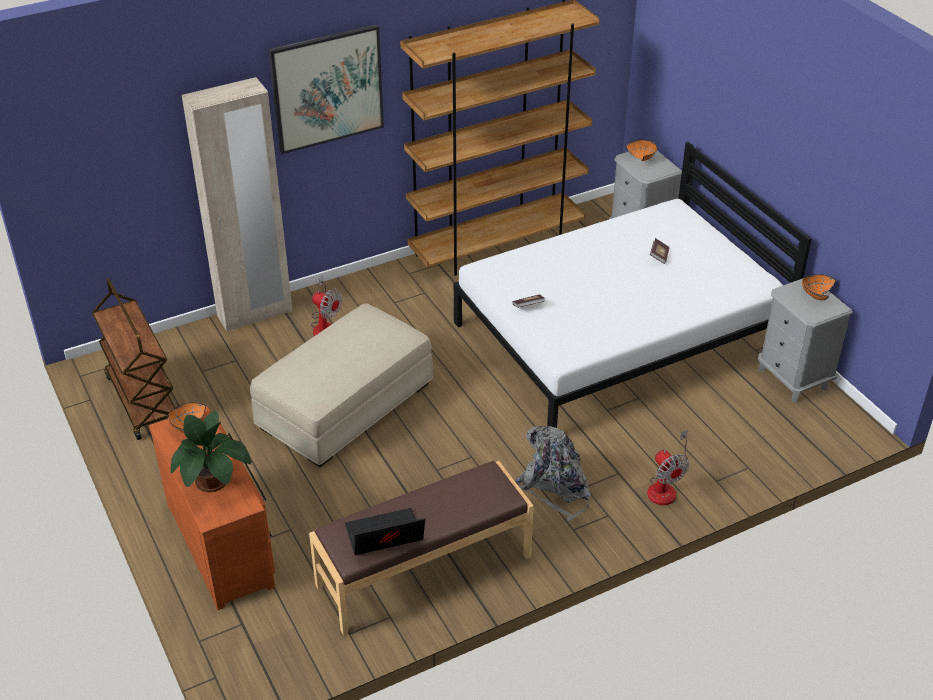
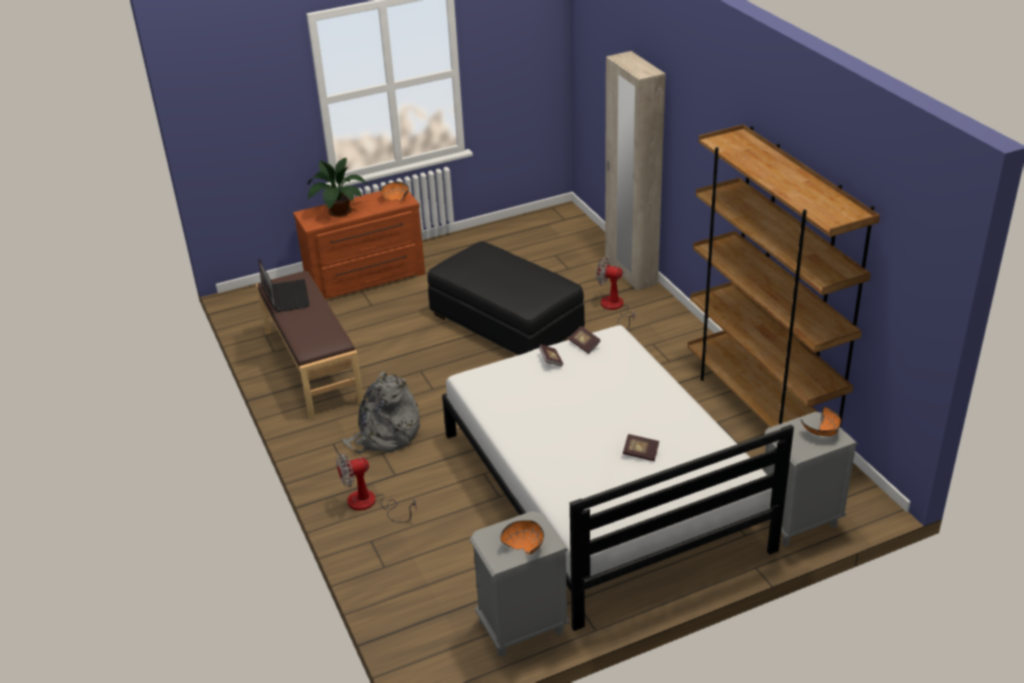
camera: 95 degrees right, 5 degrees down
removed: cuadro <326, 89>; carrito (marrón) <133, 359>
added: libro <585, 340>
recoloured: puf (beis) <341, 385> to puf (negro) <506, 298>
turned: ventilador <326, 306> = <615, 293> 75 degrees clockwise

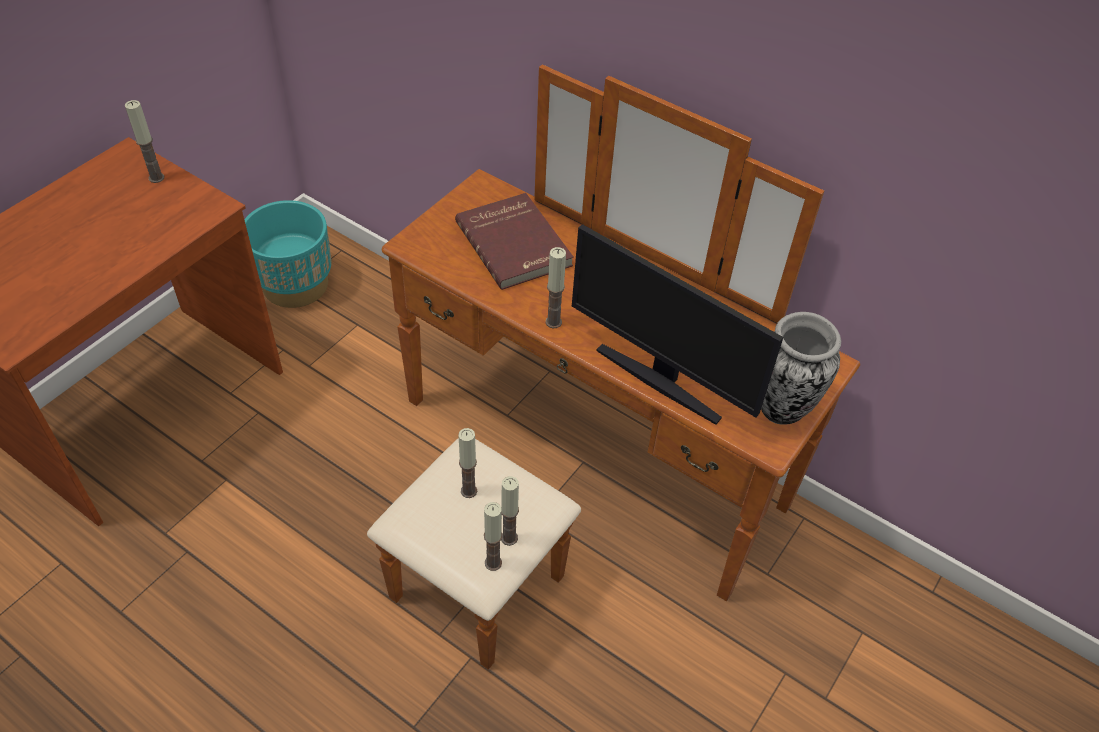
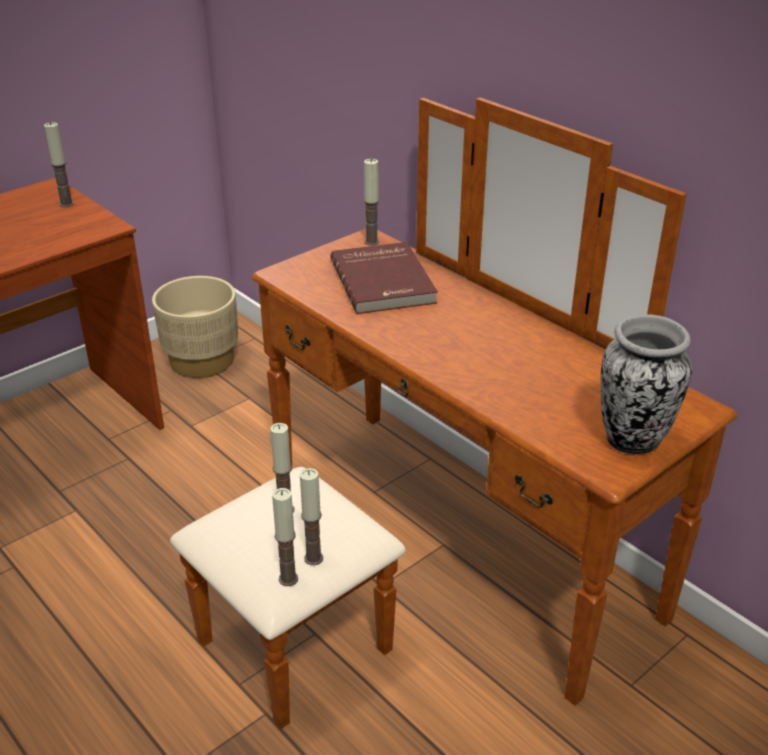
camera: 15 degrees right, 15 degrees down
removed: monitor <677, 324>
moved: vela <555, 288> to <371, 202>
recoloured: maceta (turquesa) <287, 254> to maceta (beis) <195, 327>

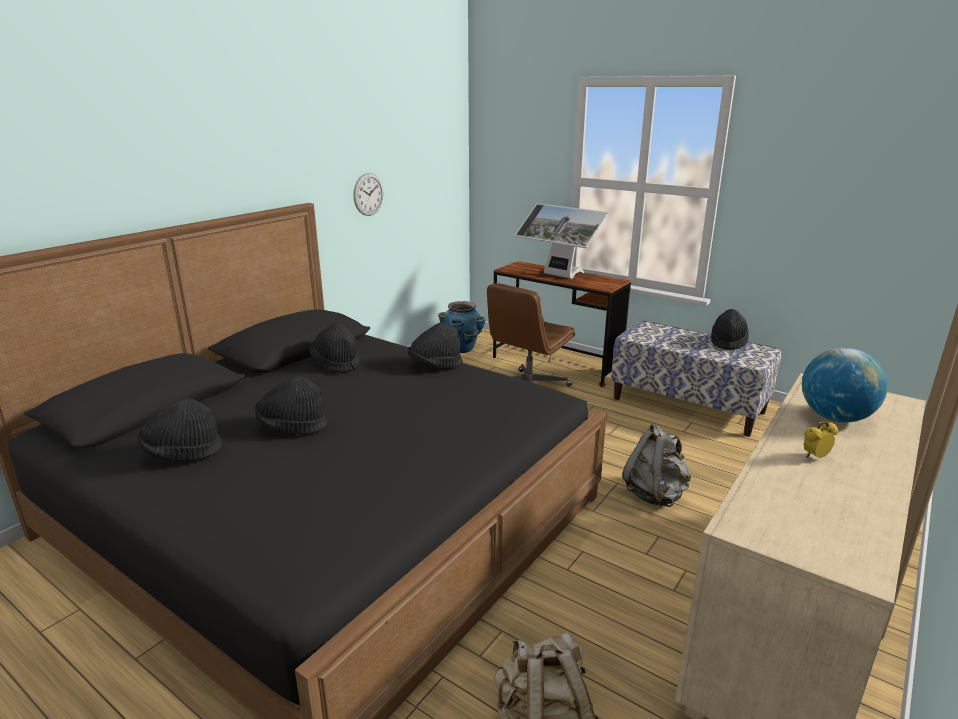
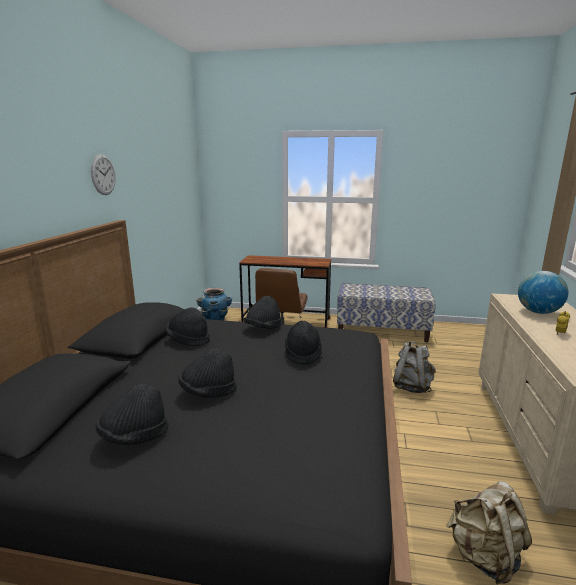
camera: 25 degrees left, 5 degrees down
removed: monitor <561, 241>
moved: reloj de pared <368, 194> to <103, 174>; sombrero (negro) <730, 330> to <303, 343>

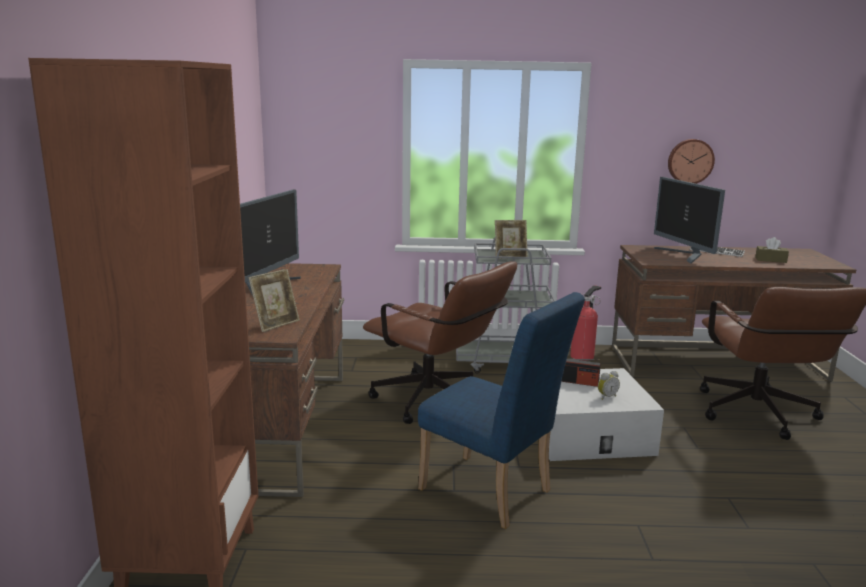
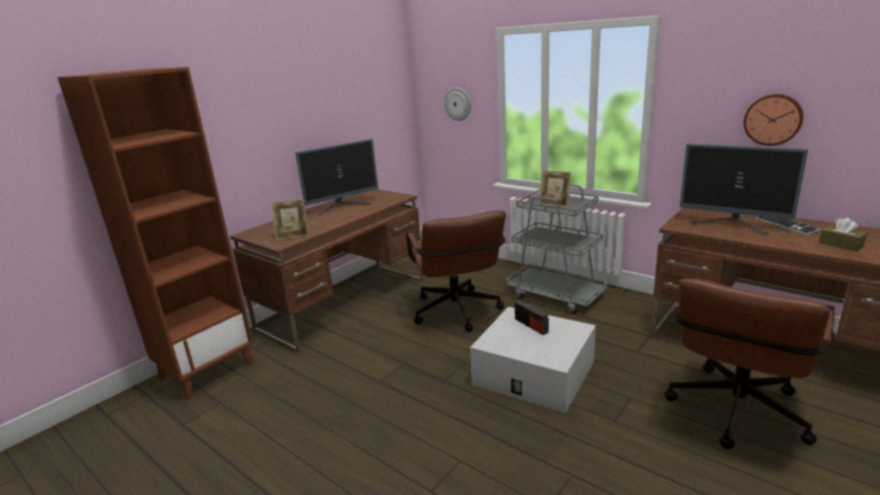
camera: 40 degrees right, 5 degrees up
removed: extintor <585, 323>; silla (azul) <501, 410>; despertador <609, 385>
added: reloj de pared <457, 104>
turned: monitor <689, 220> = <744, 189> 75 degrees counterclockwise

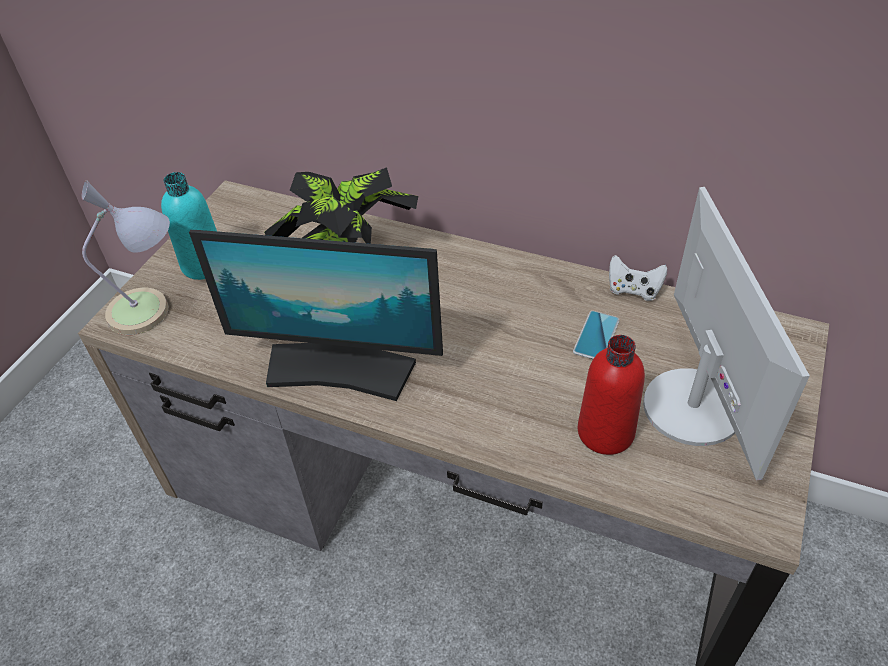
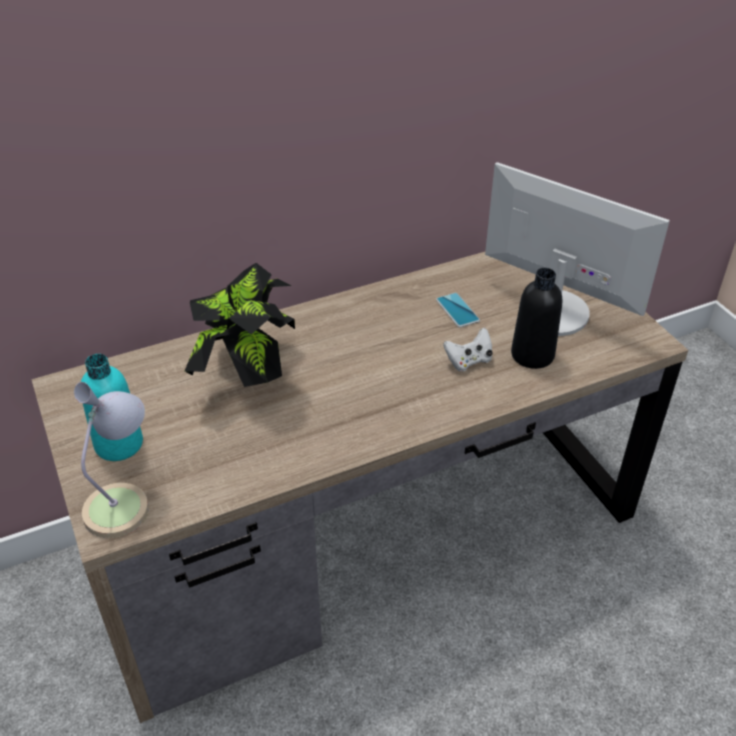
camera: 50 degrees left, 5 degrees down
removed: monitor <316, 315>
moved: mando de consola (blanco) <638, 278> to <468, 350>
recoloured: botella (rojo) <611, 395> to botella (negro) <536, 318>

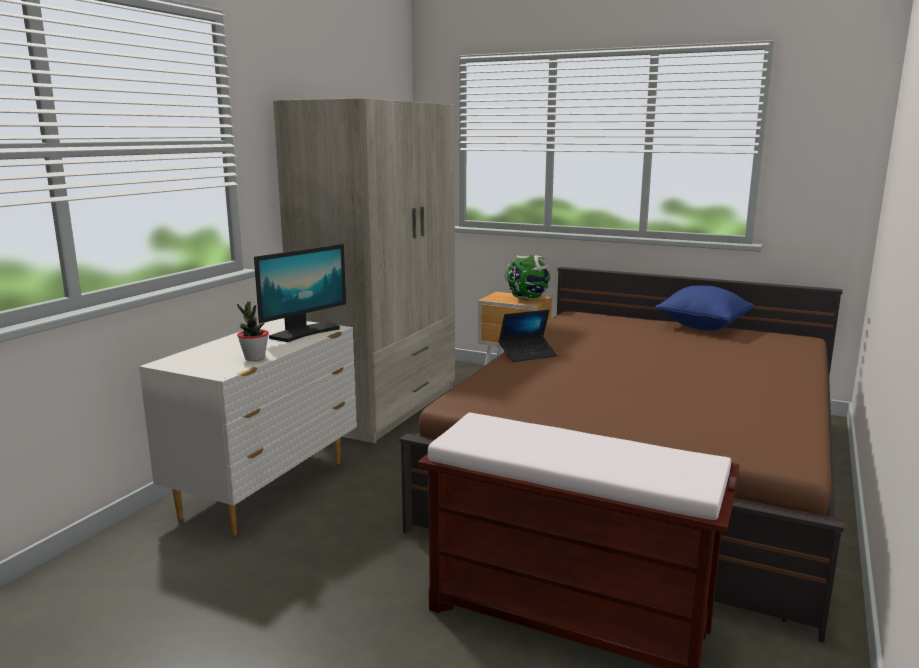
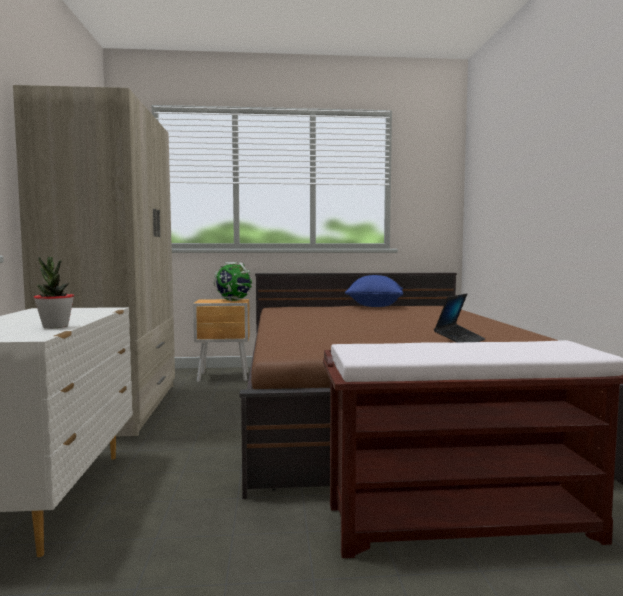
camera: 30 degrees left, 10 degrees down
removed: monitor <300, 293>
moved: portátil <528, 336> to <460, 318>

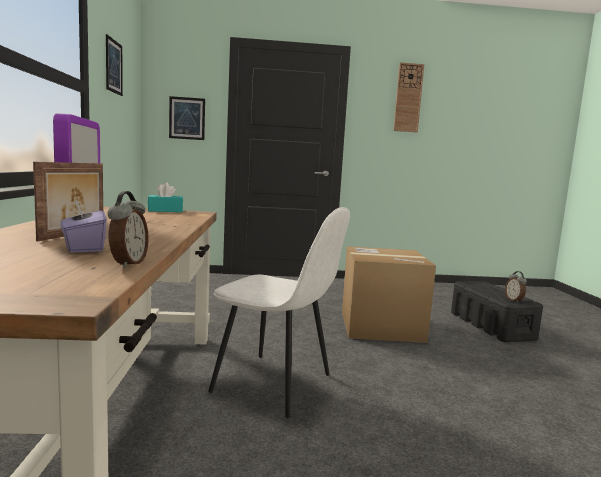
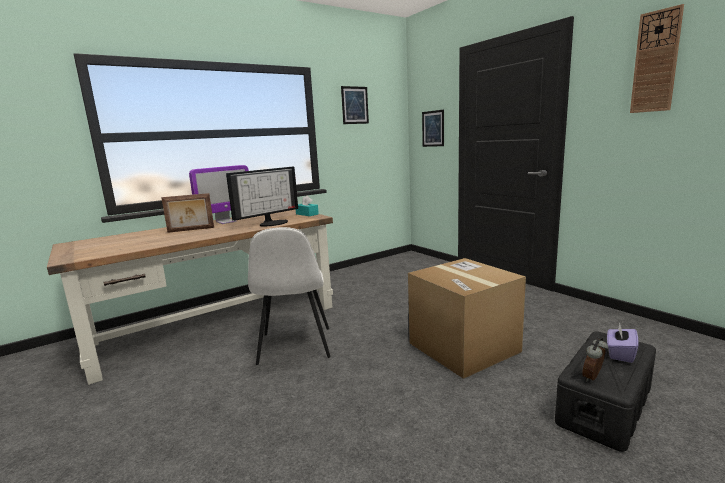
camera: 60 degrees right, 5 degrees up
removed: despertador <128, 229>
added: monitor <262, 196>
moved: caja de pañuelos (morado) <83, 225> to <623, 342>

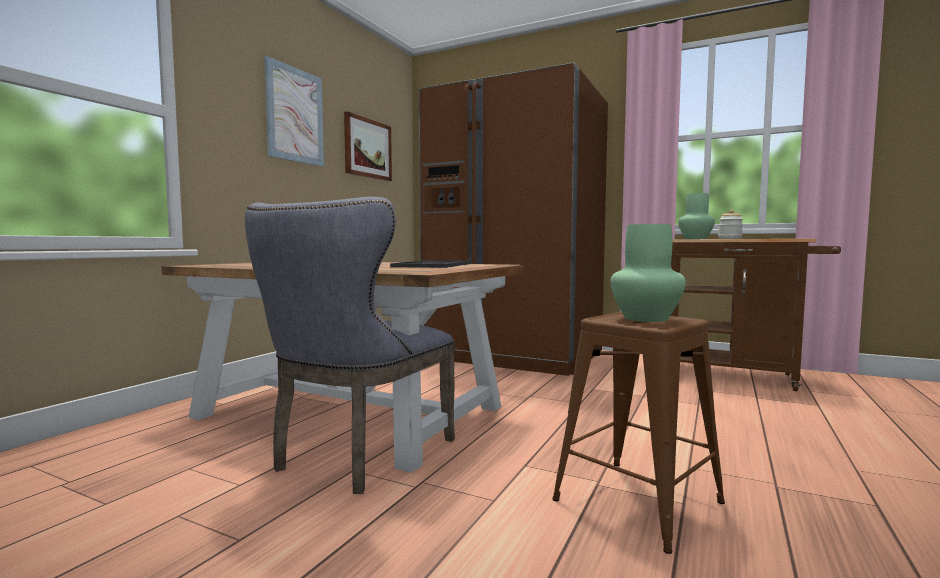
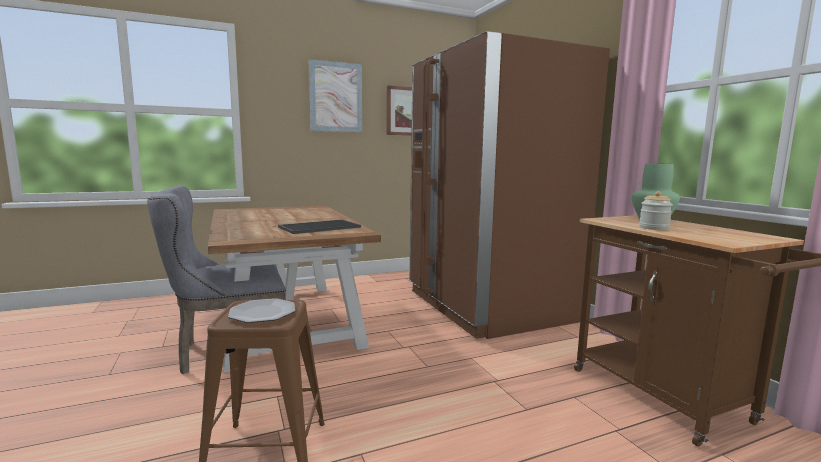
camera: 40 degrees right, 5 degrees up
replaced: florero (verde) <648, 273> to plato <261, 310>

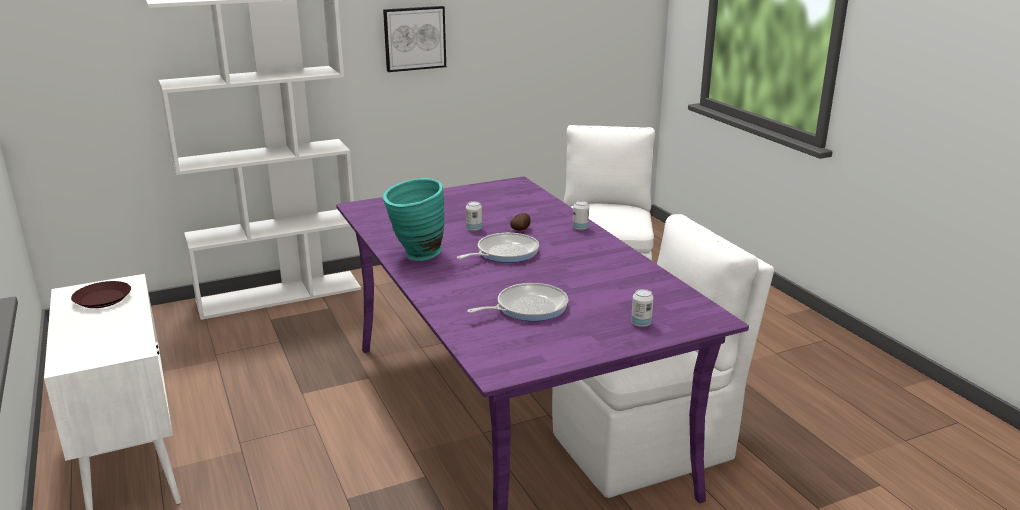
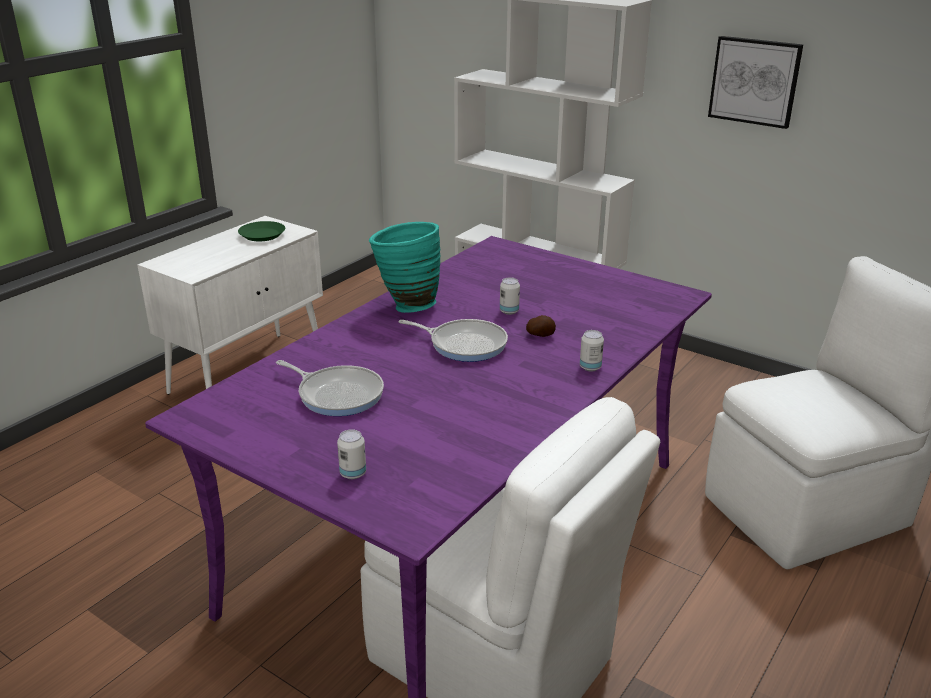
camera: 60 degrees right, 5 degrees up
recoloured: plato (marrón) <101, 294> to plato (verde) <261, 231>

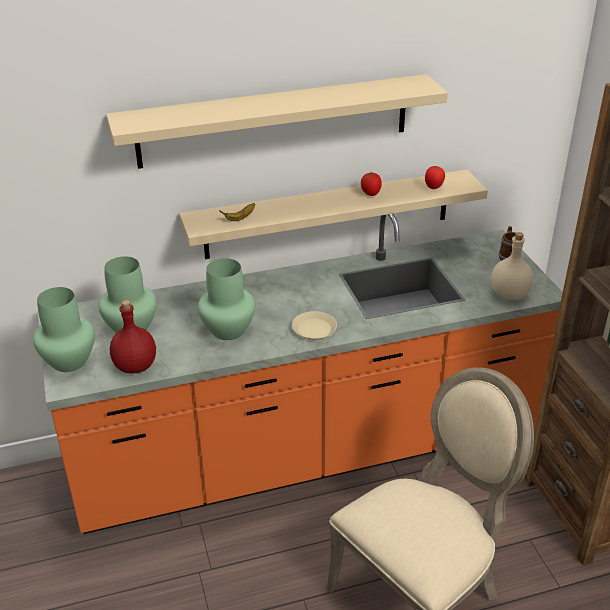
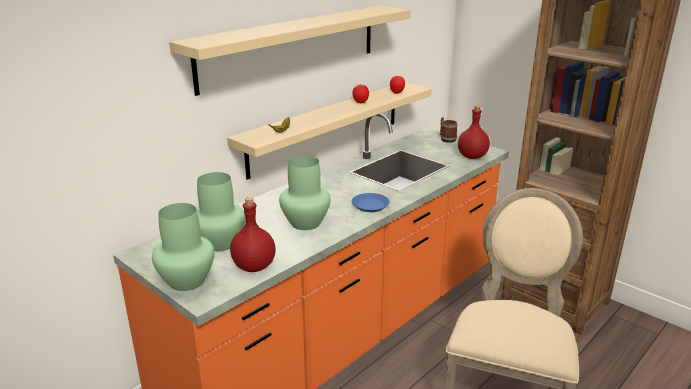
camera: 30 degrees left, 10 degrees down
recoloured: botella (beis) <512, 266> to botella (rojo) <474, 132>; plato (beis) <314, 325> to plato (azul) <371, 202>

